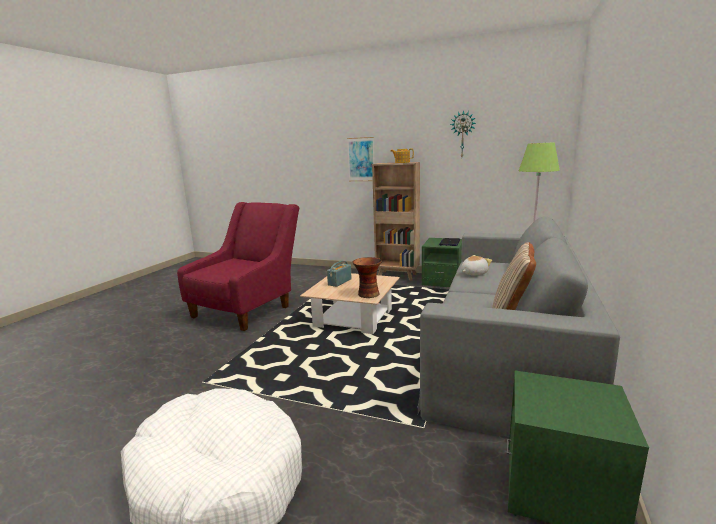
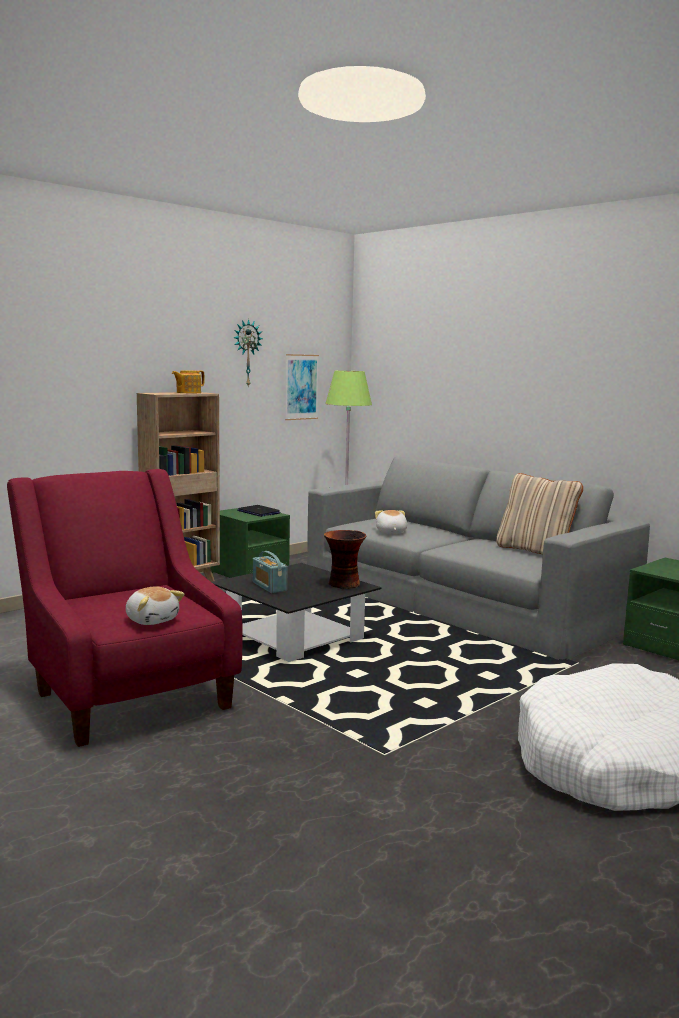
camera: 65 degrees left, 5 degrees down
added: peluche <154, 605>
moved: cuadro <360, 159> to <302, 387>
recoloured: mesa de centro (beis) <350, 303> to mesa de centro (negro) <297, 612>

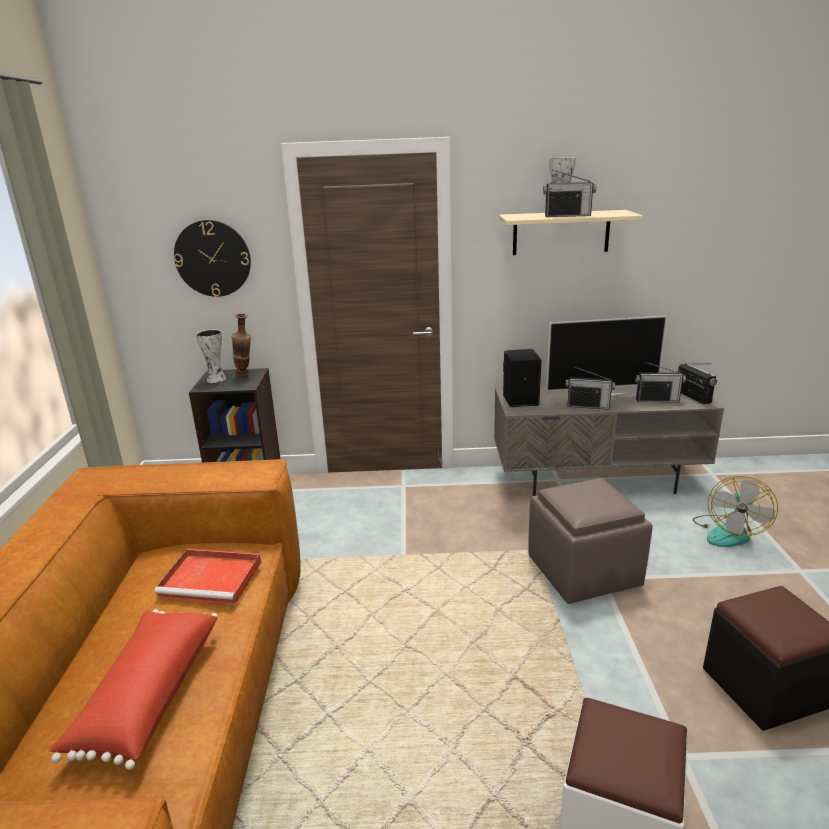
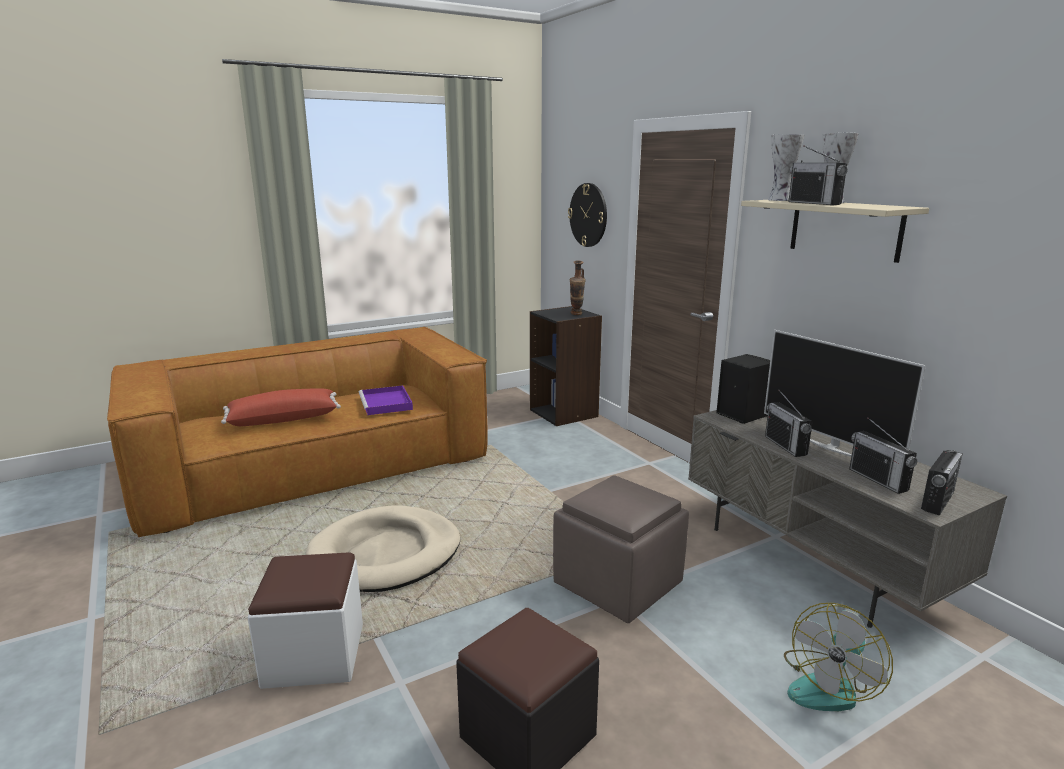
camera: 60 degrees right, 5 degrees down
added: cama para perro (beis) <383, 548>
moved: florero <211, 356> to <786, 167>
recoloured: bandeja (rojo) <207, 577> to bandeja (morado) <386, 400>
turned: ventilador <735, 511> = <838, 657> 45 degrees counterclockwise

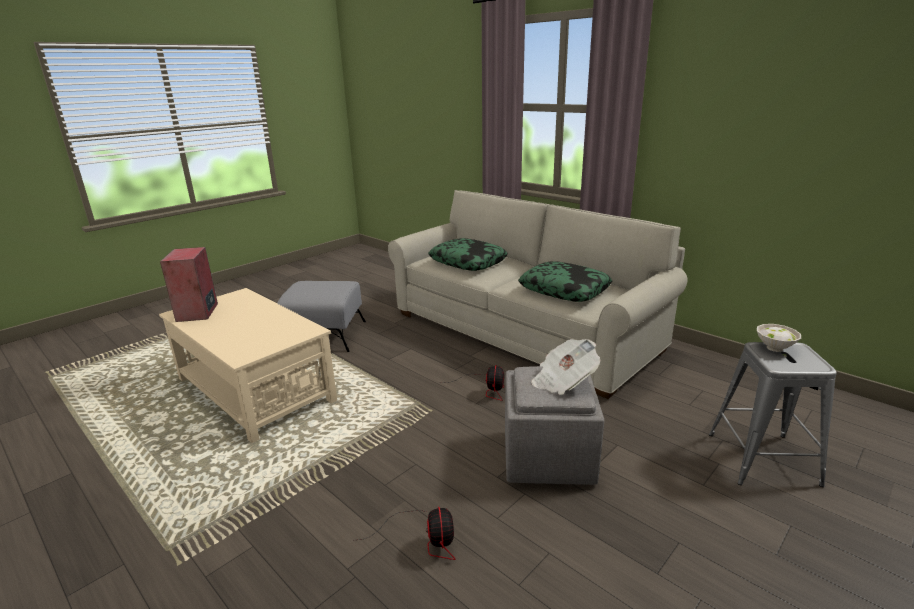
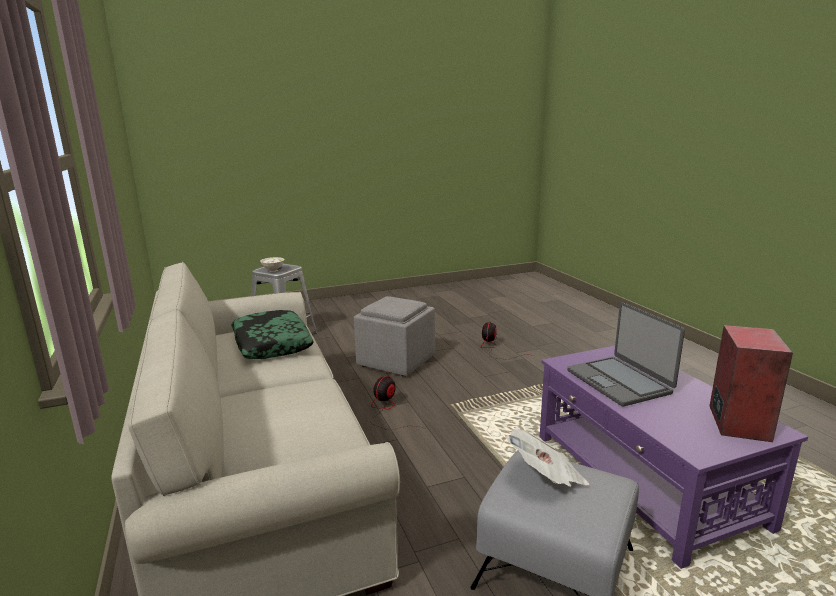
camera: 155 degrees left, 5 degrees down
removed: cojín <468, 254>
added: portátil <626, 354>
moved: periódico <565, 367> to <547, 458>
recoloured: mesa de centro (beis) <248, 365> to mesa de centro (morado) <674, 457>

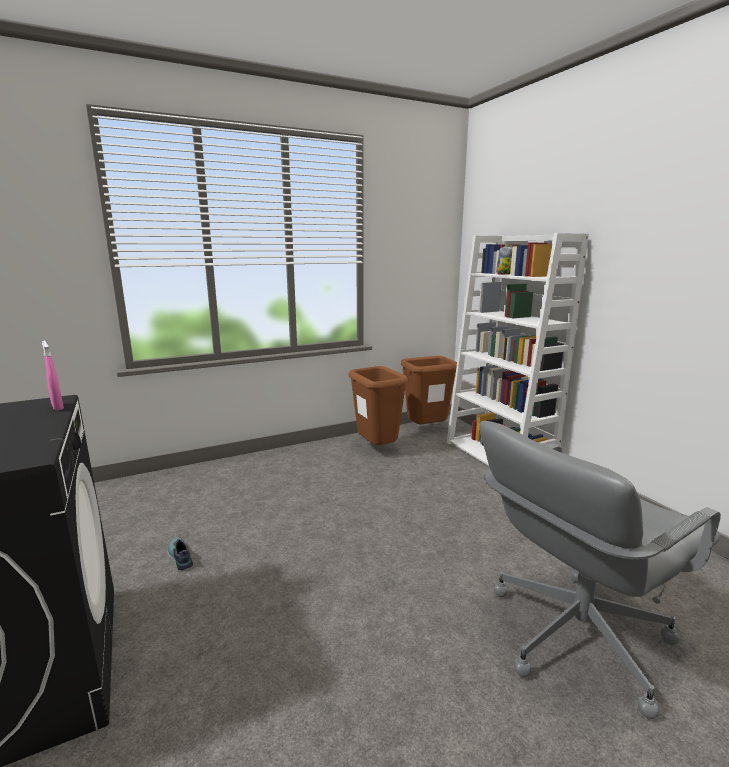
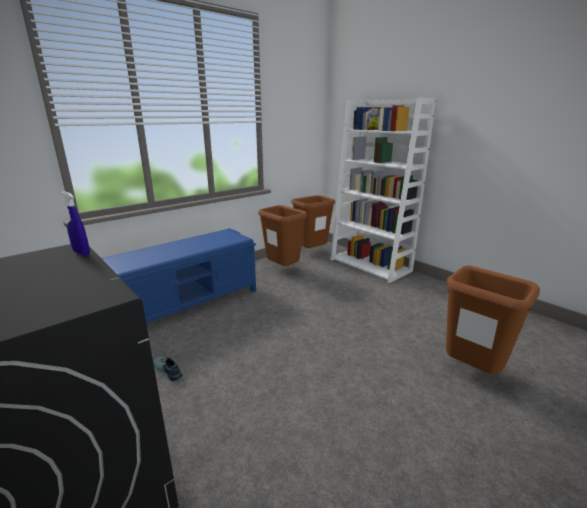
camera: 15 degrees left, 5 degrees up
added: banco (azul) <178, 275>
replaced: silla de oficina (gris) <600, 570> to papelera (marrón) <493, 319>
recoloured: pulverizador (rosa) <53, 376> to pulverizador (azul) <75, 223>

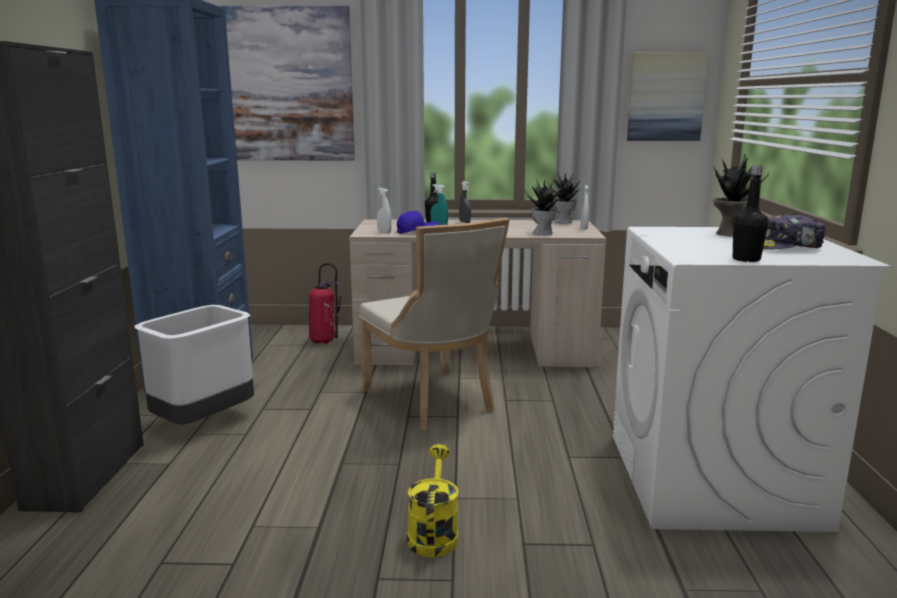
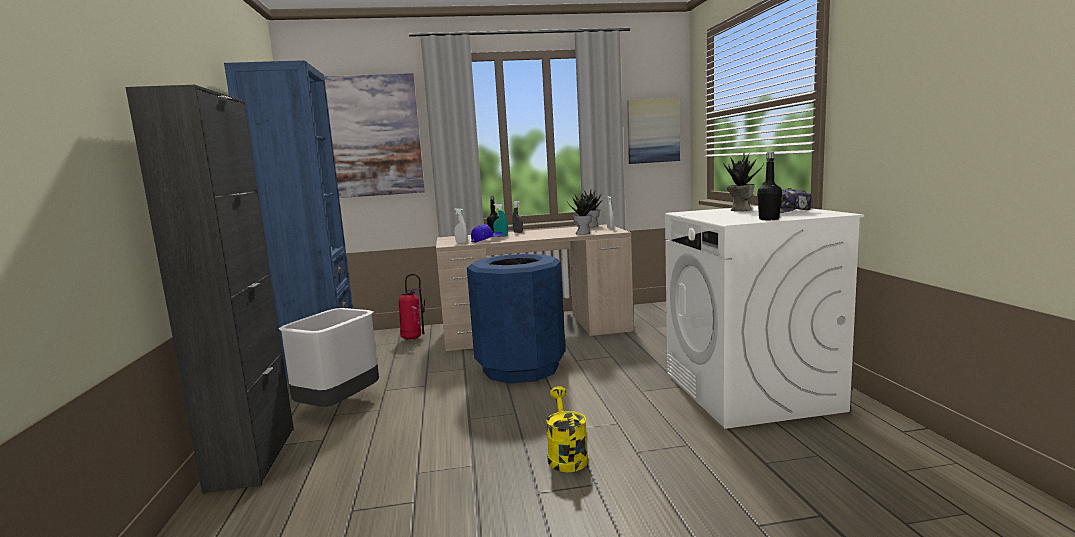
camera: 10 degrees left, 5 degrees down
replaced: silla (beis) <434, 323> to papelera (azul) <516, 318>

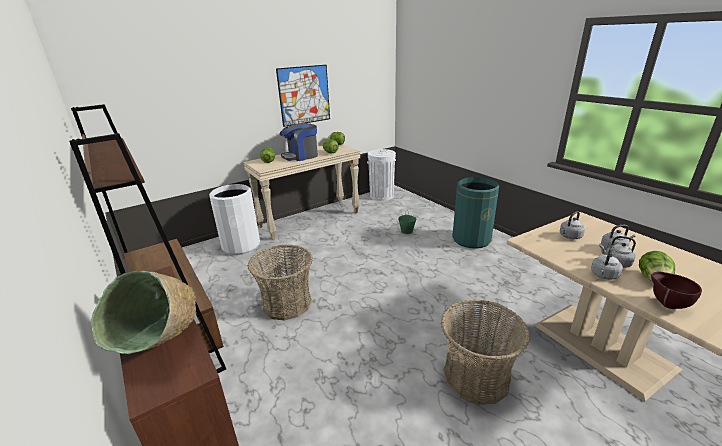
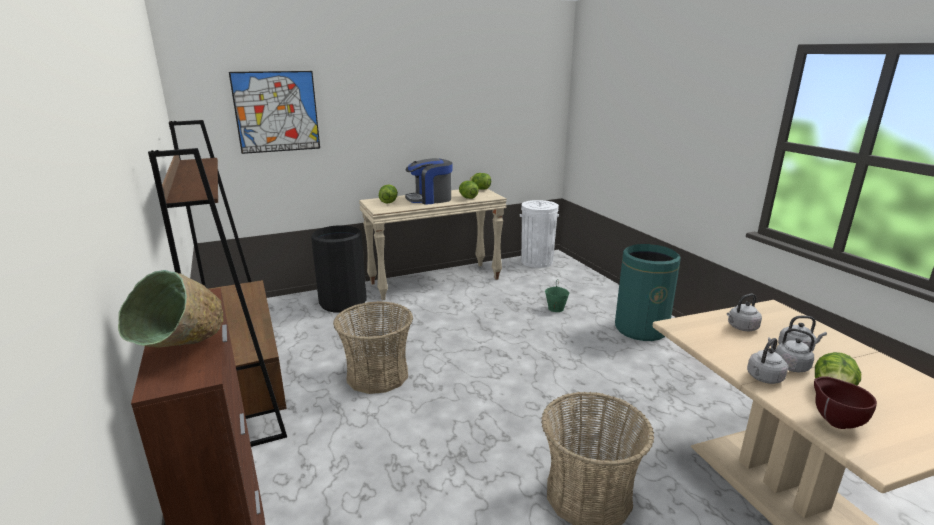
camera: 10 degrees right, 5 degrees down
moved: cuadro <303, 96> to <274, 112>
recoloured: papelera (blanco) <234, 219> to papelera (negro) <339, 269>

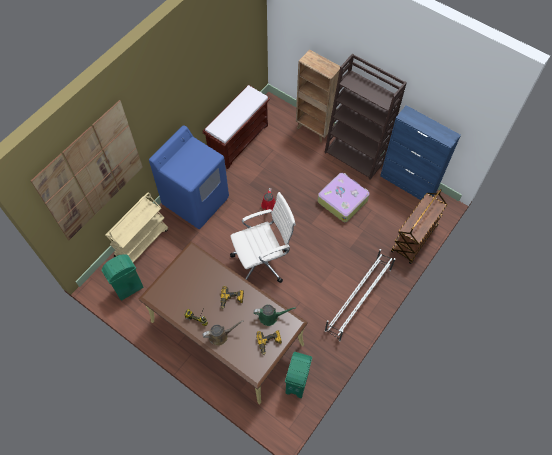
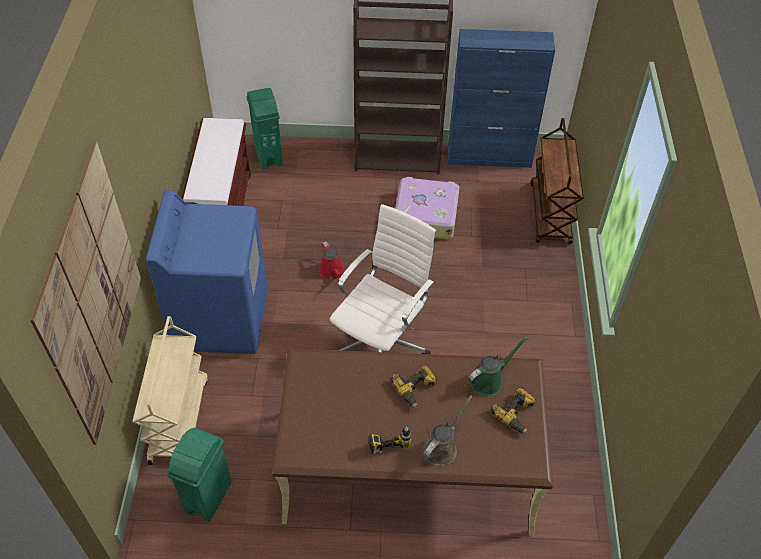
camera: 35 degrees left, 10 degrees down
removed: estantería (marrón) <318, 96>; zapatero (blanco) <360, 295>
moved: papelera (verde) <298, 375> to <265, 128>

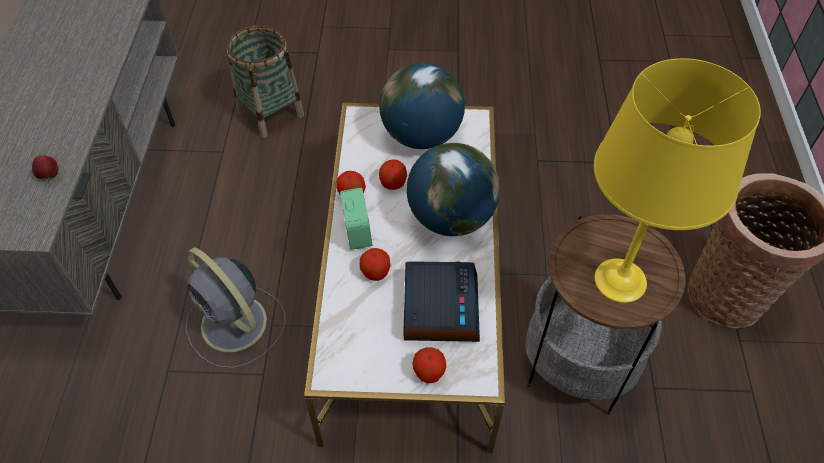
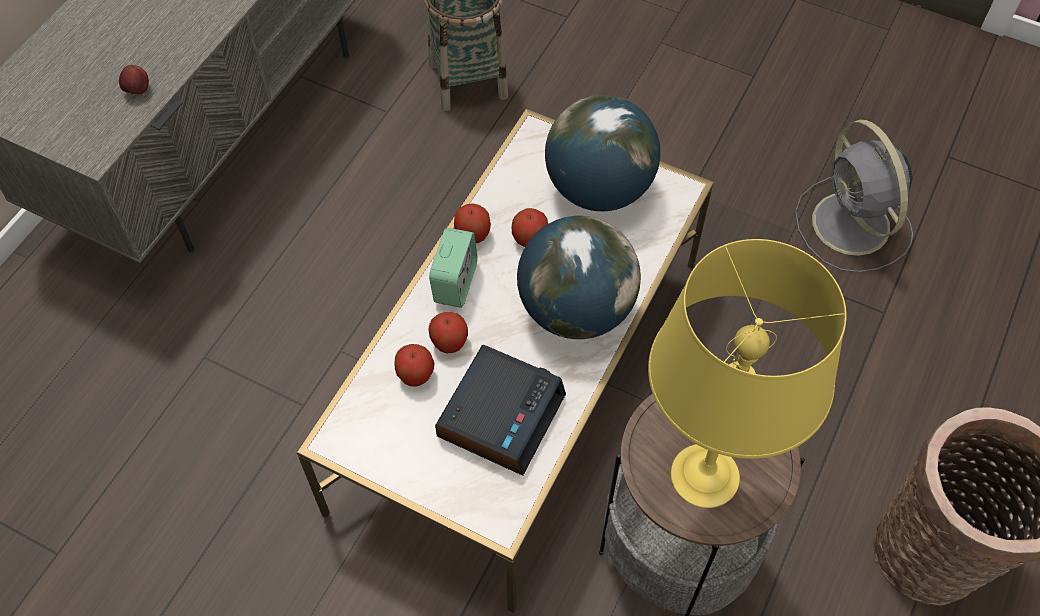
camera: 25 degrees right, 5 degrees up
moved: ventilador (gris) <235, 308> to <854, 196>; manzana <429, 365> to <415, 365>

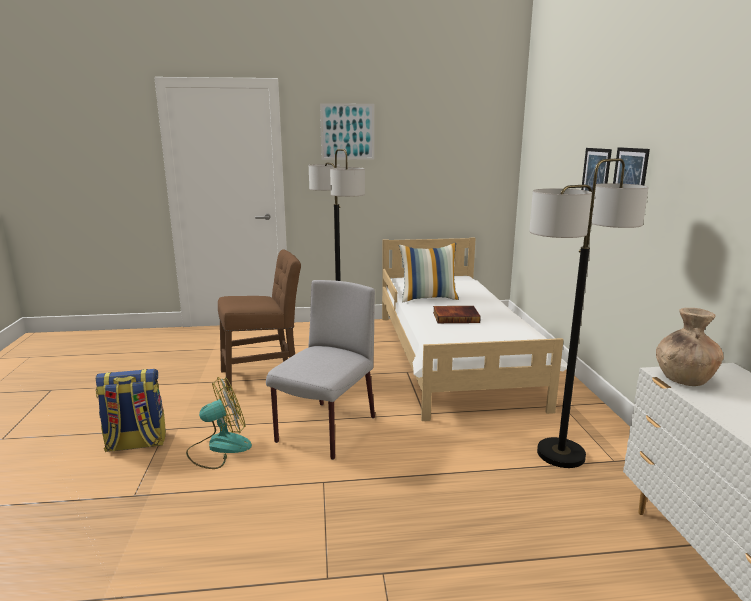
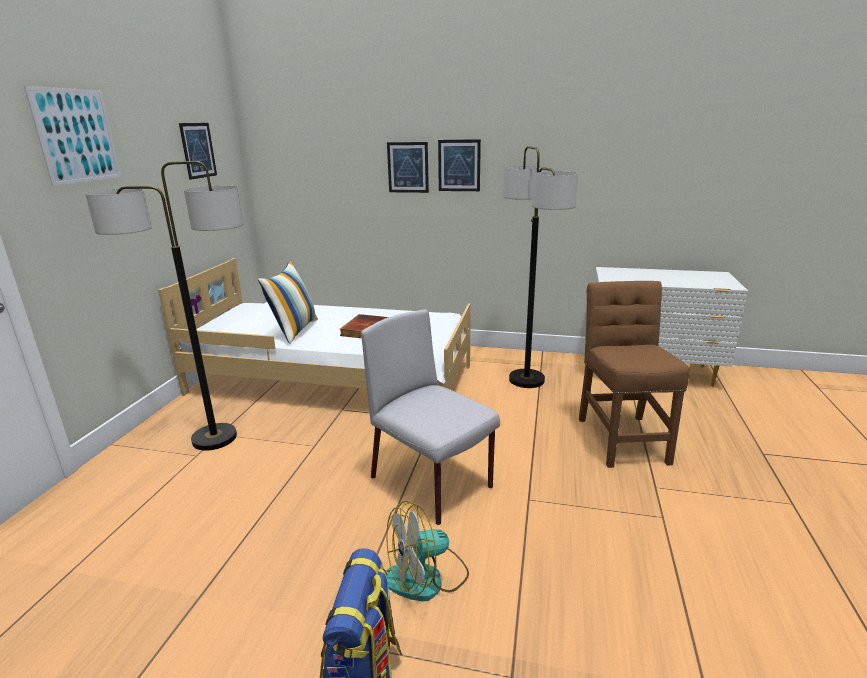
camera: 70 degrees left, 5 degrees up
removed: florero (marrón) <689, 347>
added: cuadro <198, 151>
moved: silla (marrón) <259, 320> to <634, 374>
turned: ventilador <219, 423> = <427, 551> 105 degrees counterclockwise

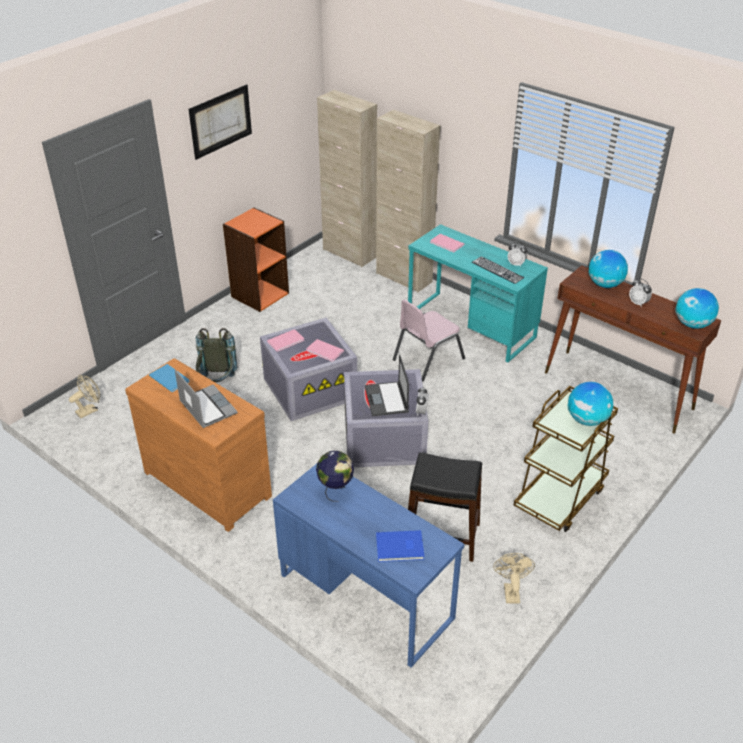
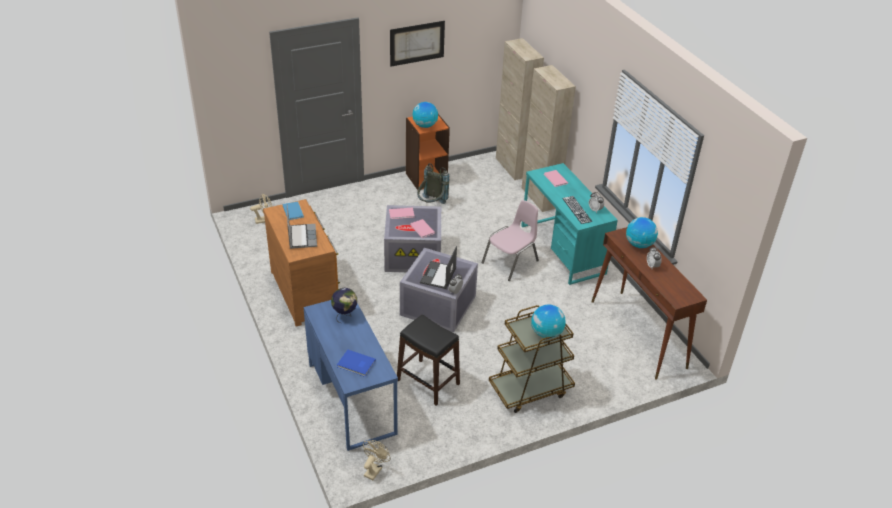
camera: 25 degrees right, 0 degrees up
moved: globo terráqueo <697, 308> to <425, 115>; mochila (gris) <217, 355> to <433, 183>; ventilador (beis) <514, 578> to <377, 460>
turned: silla (rosa) <429, 340> = <510, 240> 150 degrees clockwise

